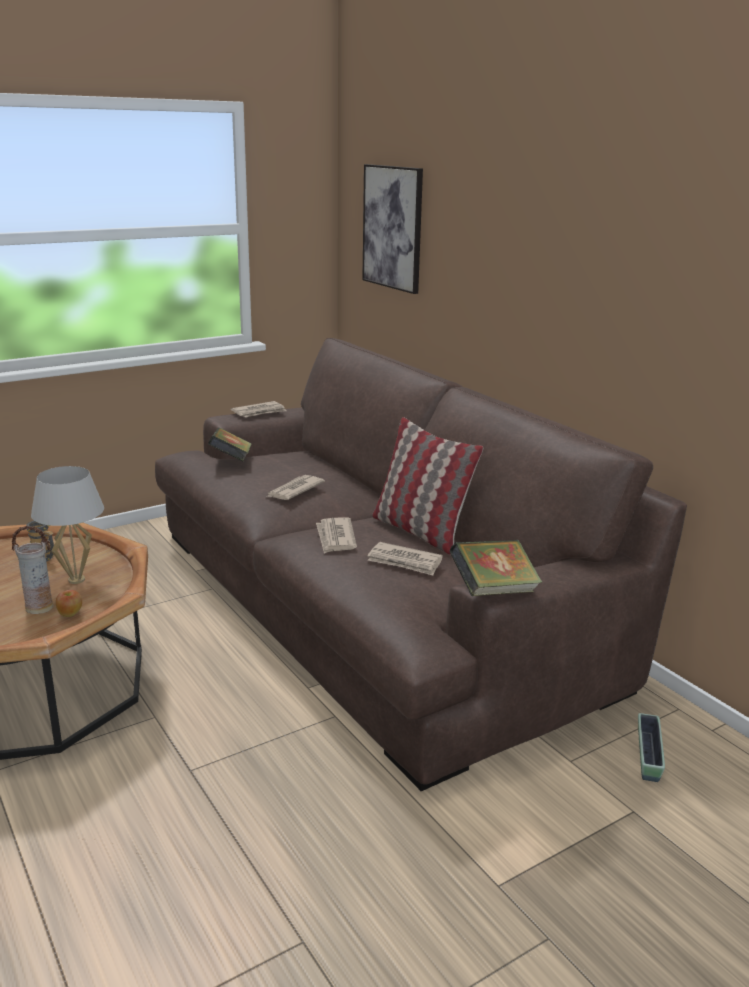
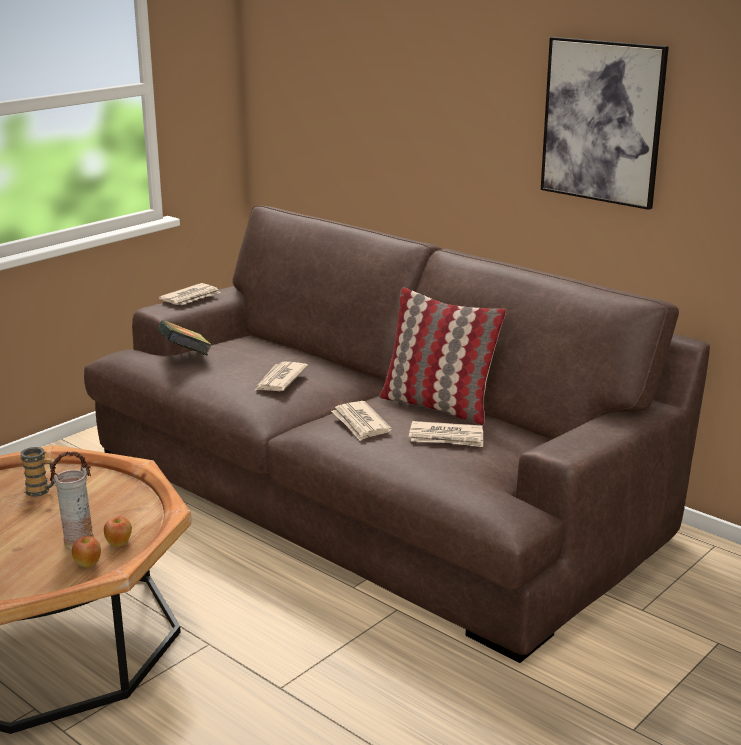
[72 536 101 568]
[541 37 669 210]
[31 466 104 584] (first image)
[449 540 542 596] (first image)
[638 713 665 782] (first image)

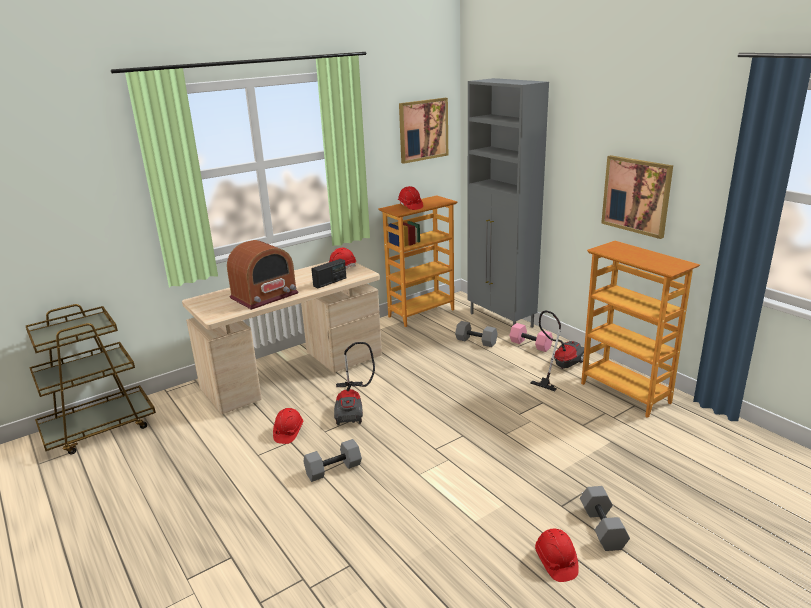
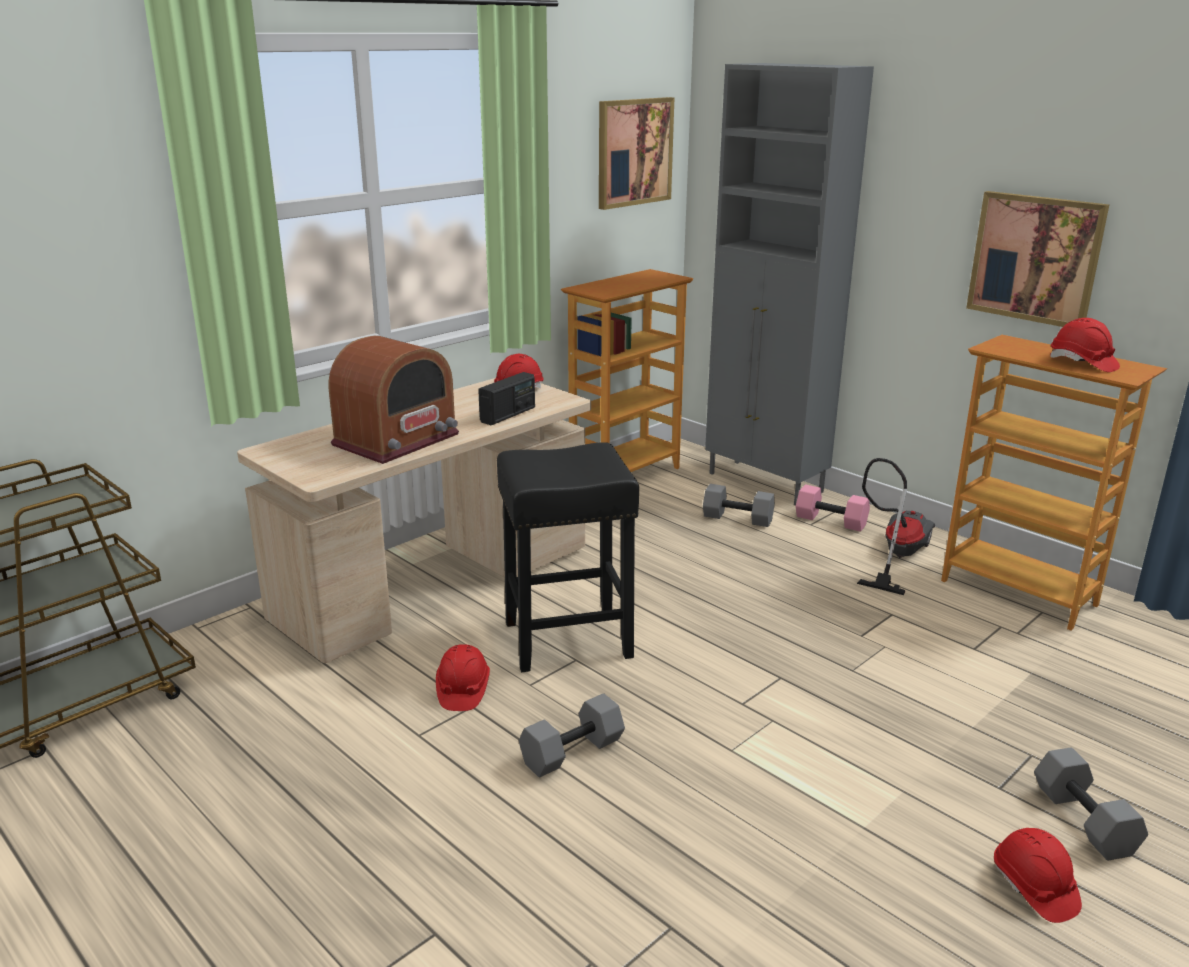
[497 442 639 672]
[1050 318 1120 372]

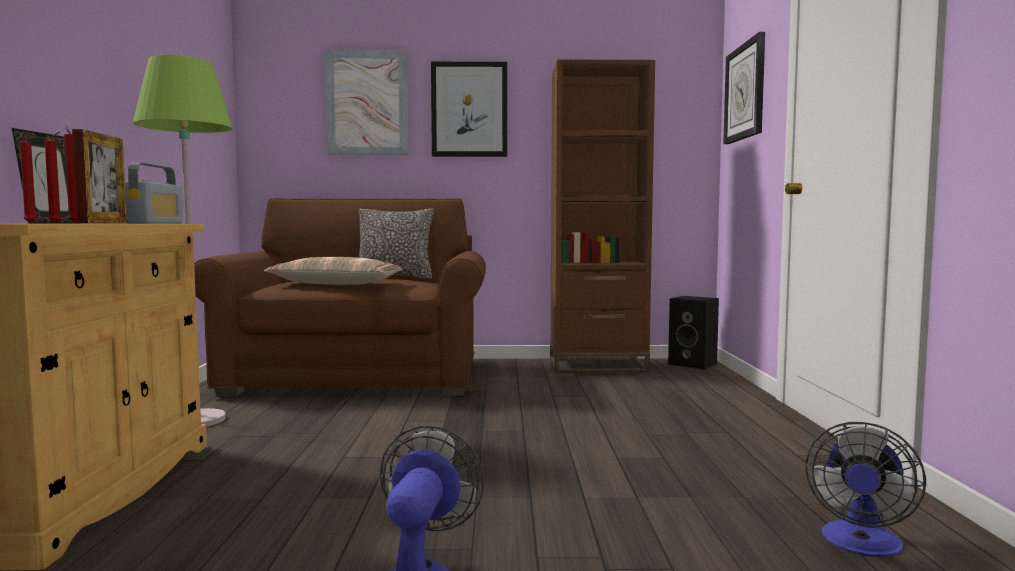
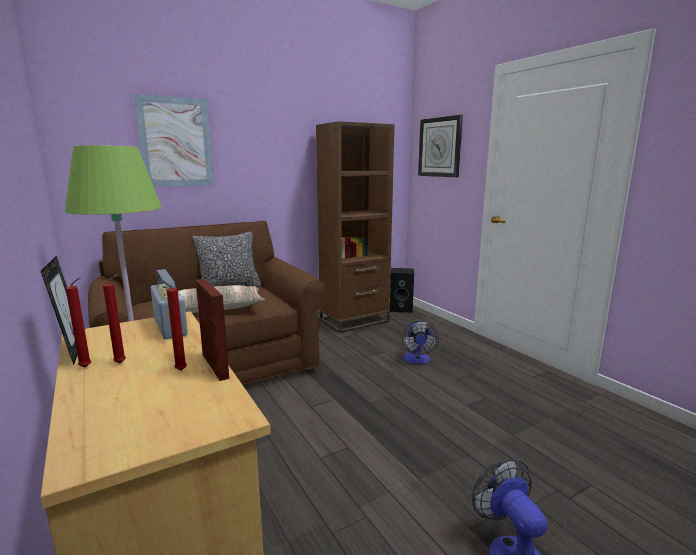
[402 321 439 364]
[431 62 507 157] (first image)

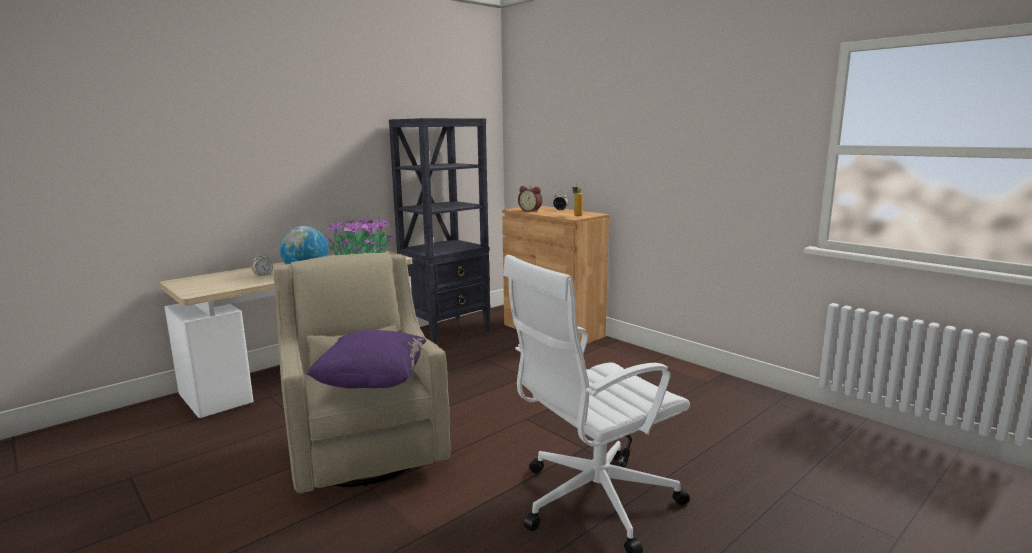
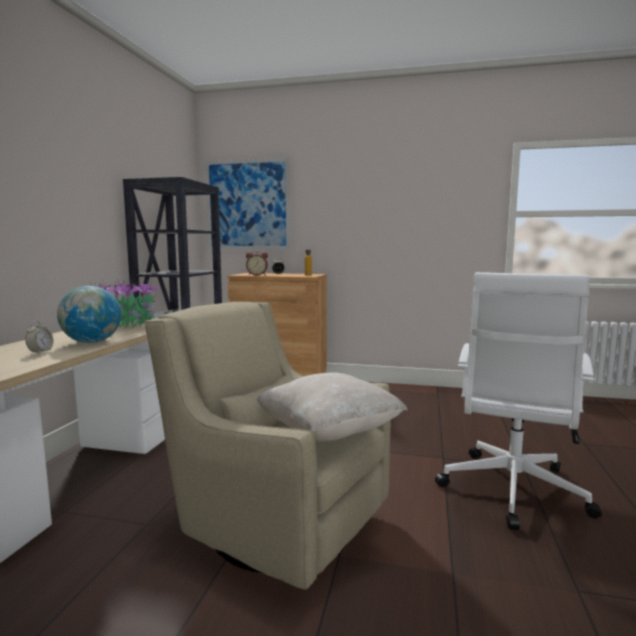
[206 158 290 249]
[257 372 407 442]

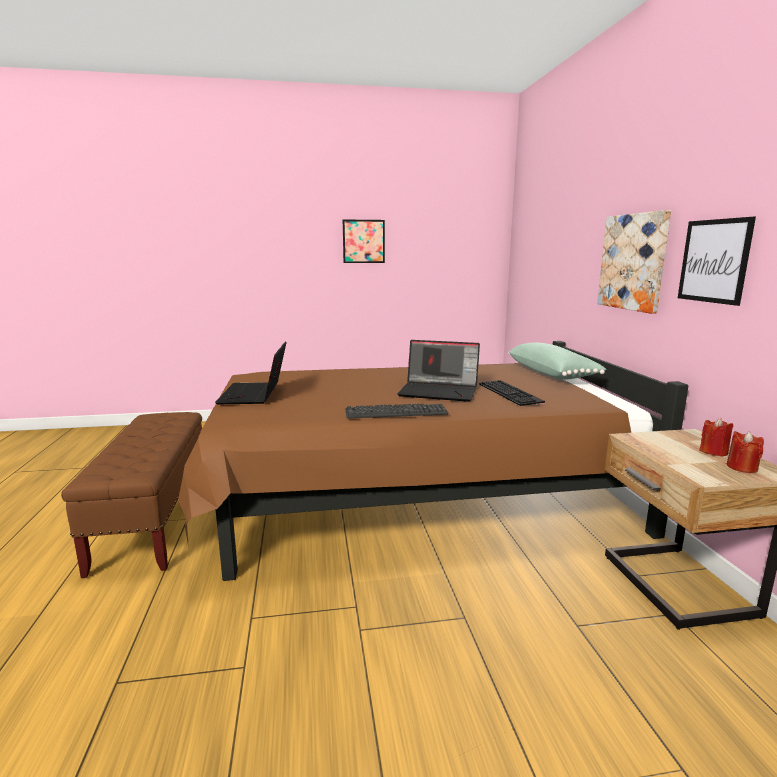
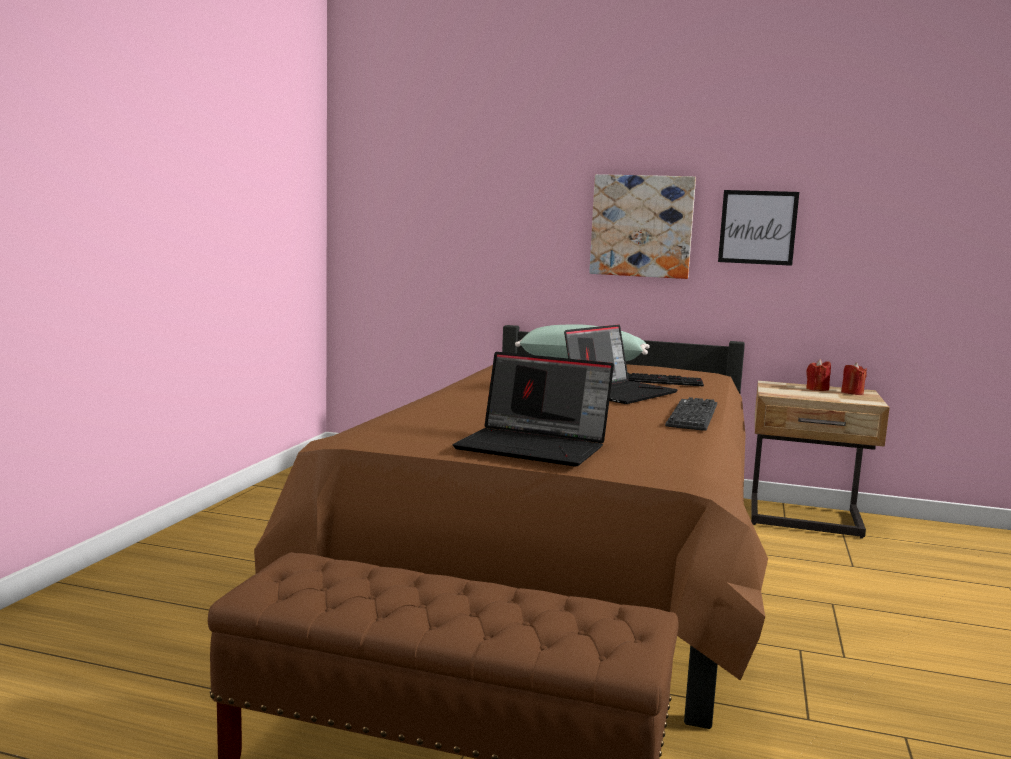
[343 220 385 263] (first image)

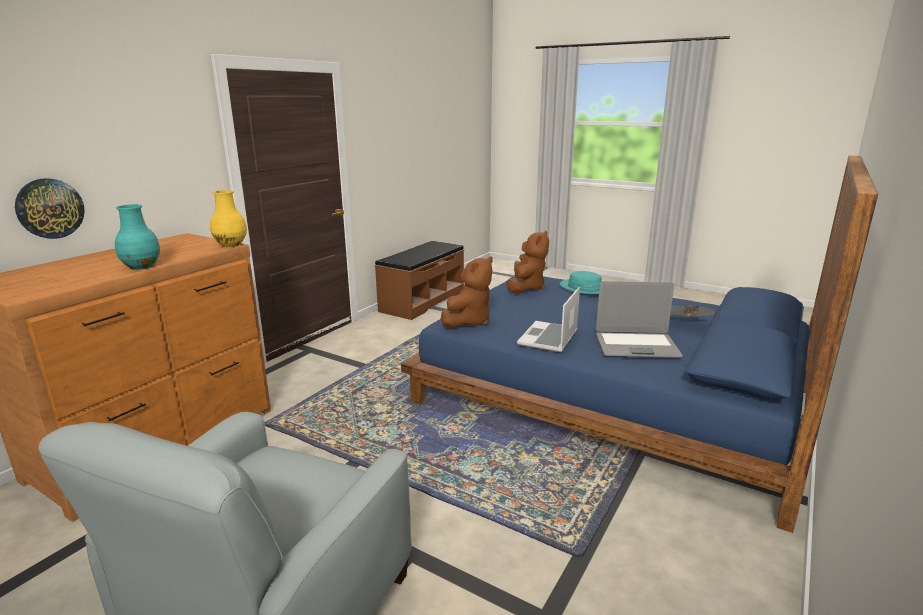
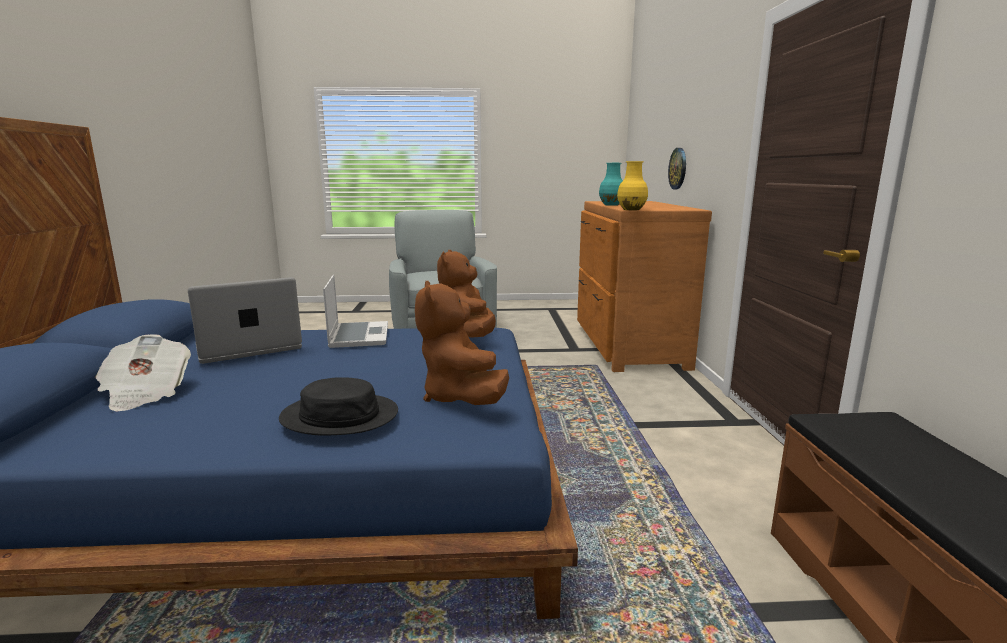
[279 377 398 436]

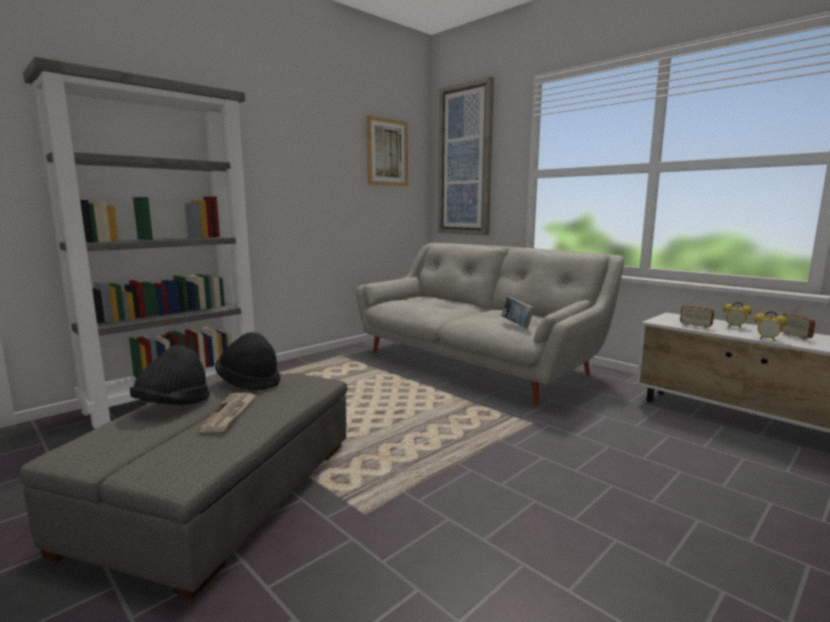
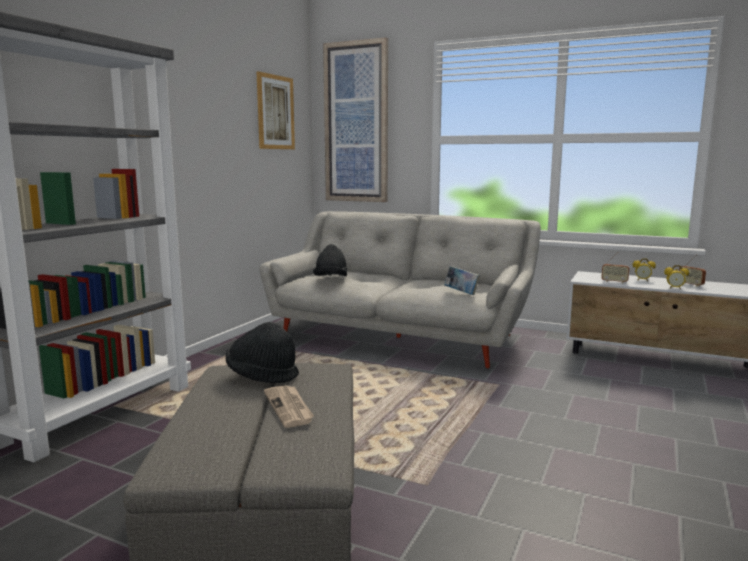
[313 244 347 276]

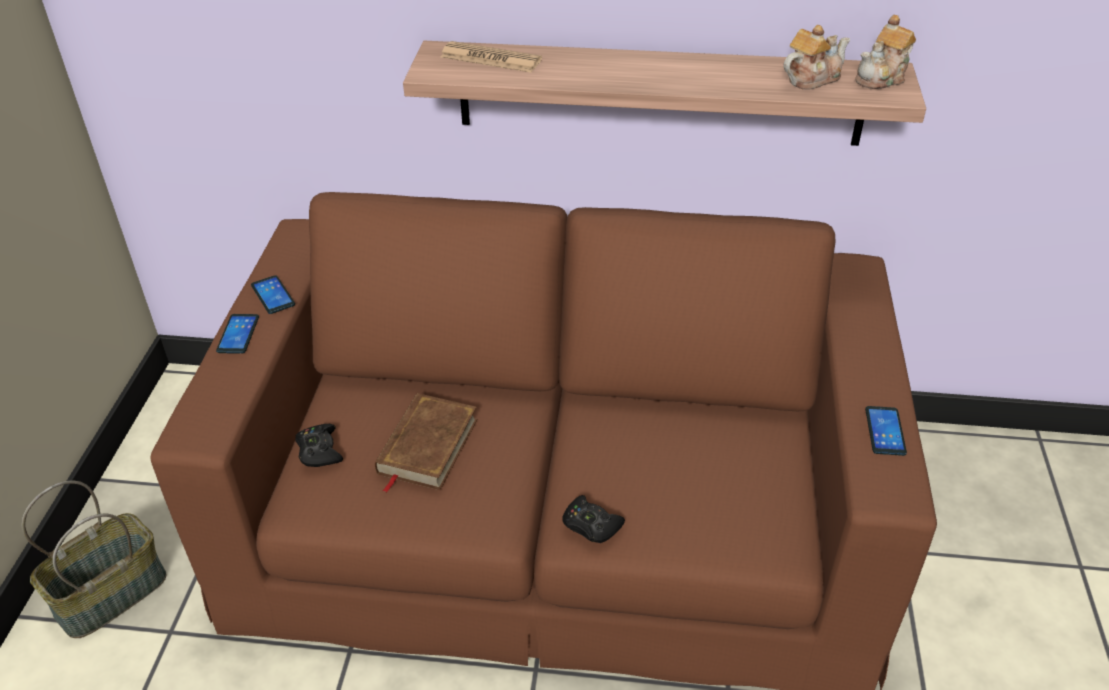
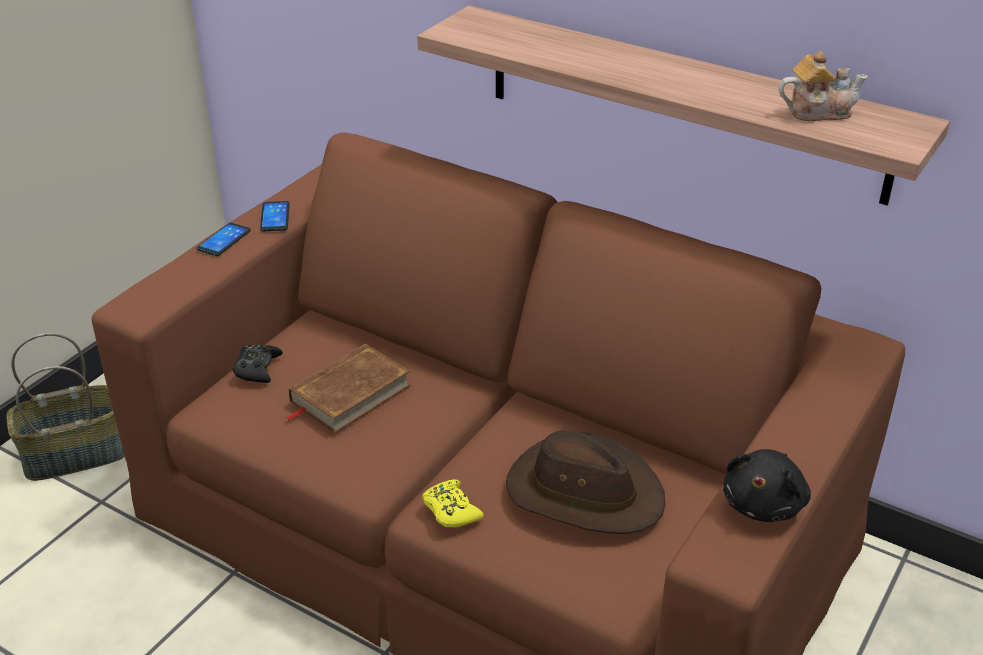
[422 479 484 527]
[506 430 665 534]
[723 449 811 522]
[441 41 542 73] (first image)
[855 15 916 89] (first image)

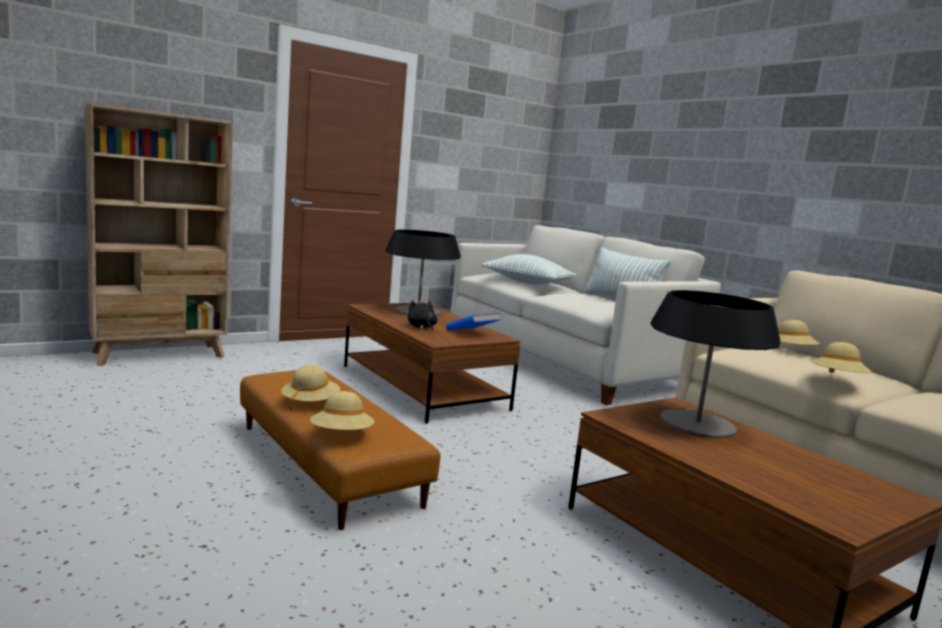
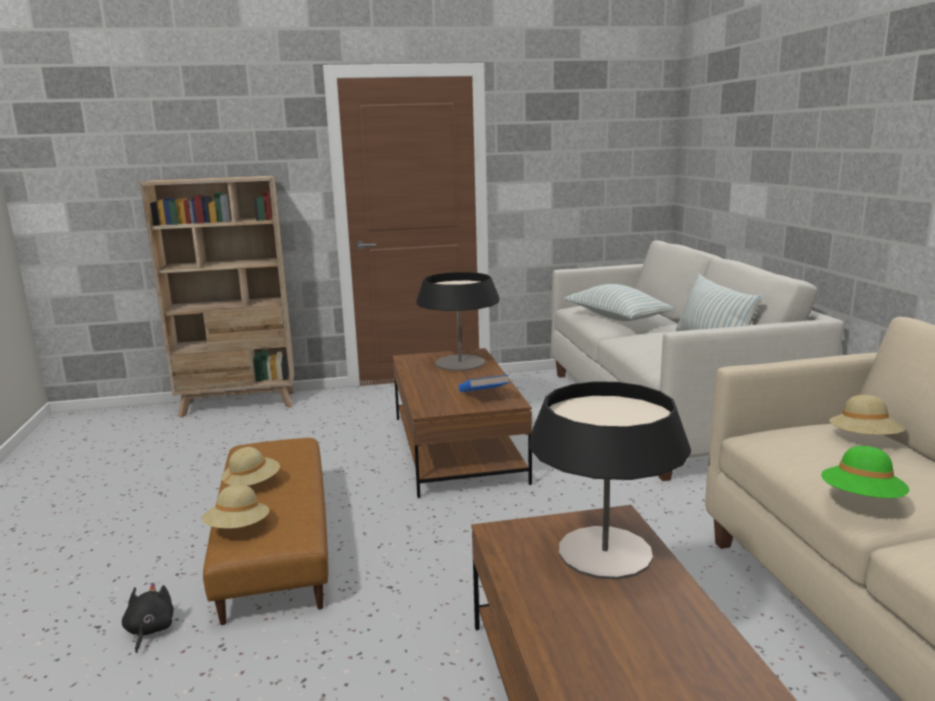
[122 583 174 653]
[821 446 909 498]

